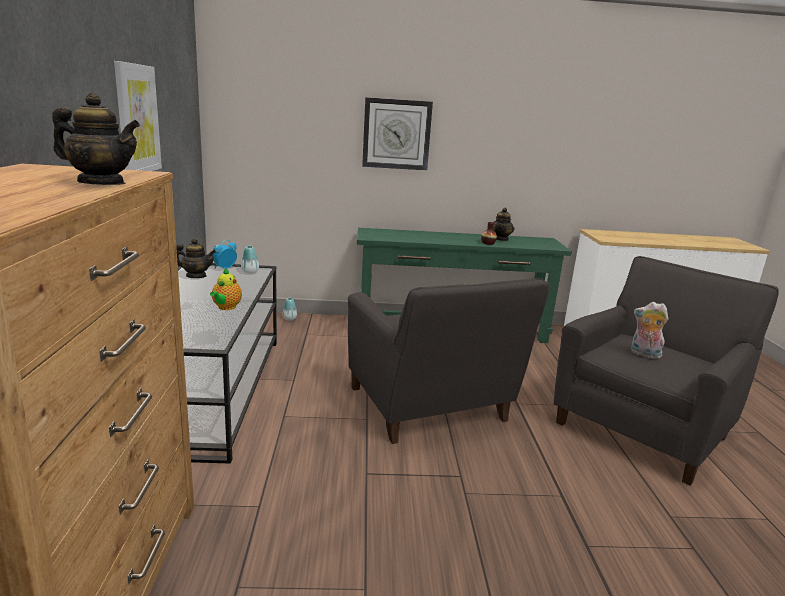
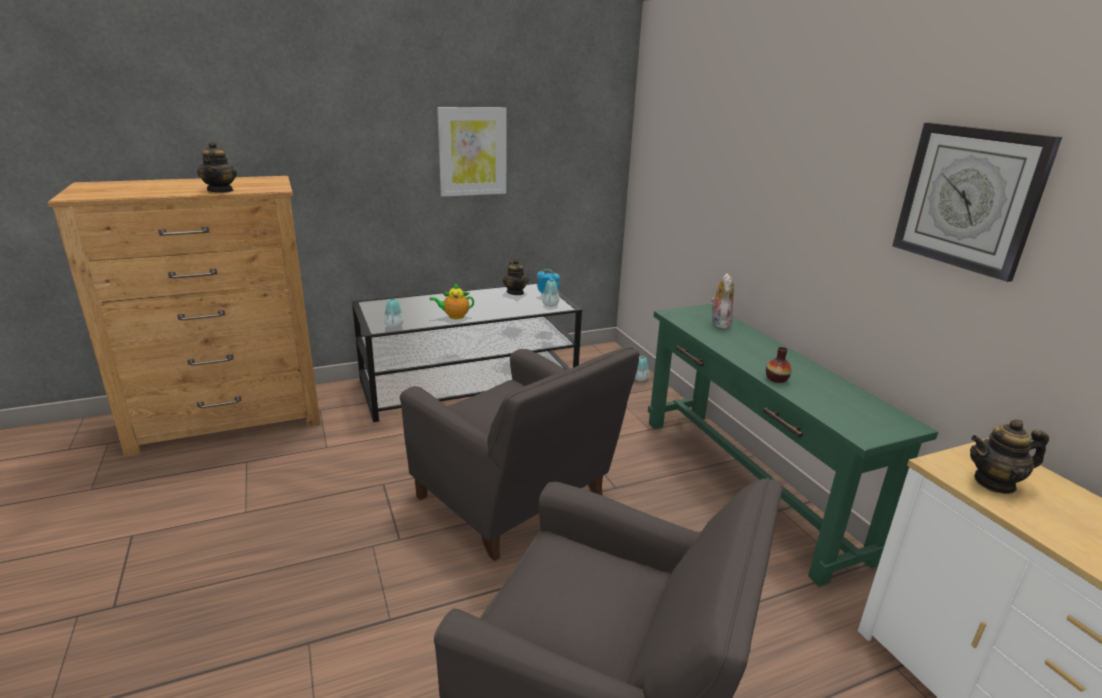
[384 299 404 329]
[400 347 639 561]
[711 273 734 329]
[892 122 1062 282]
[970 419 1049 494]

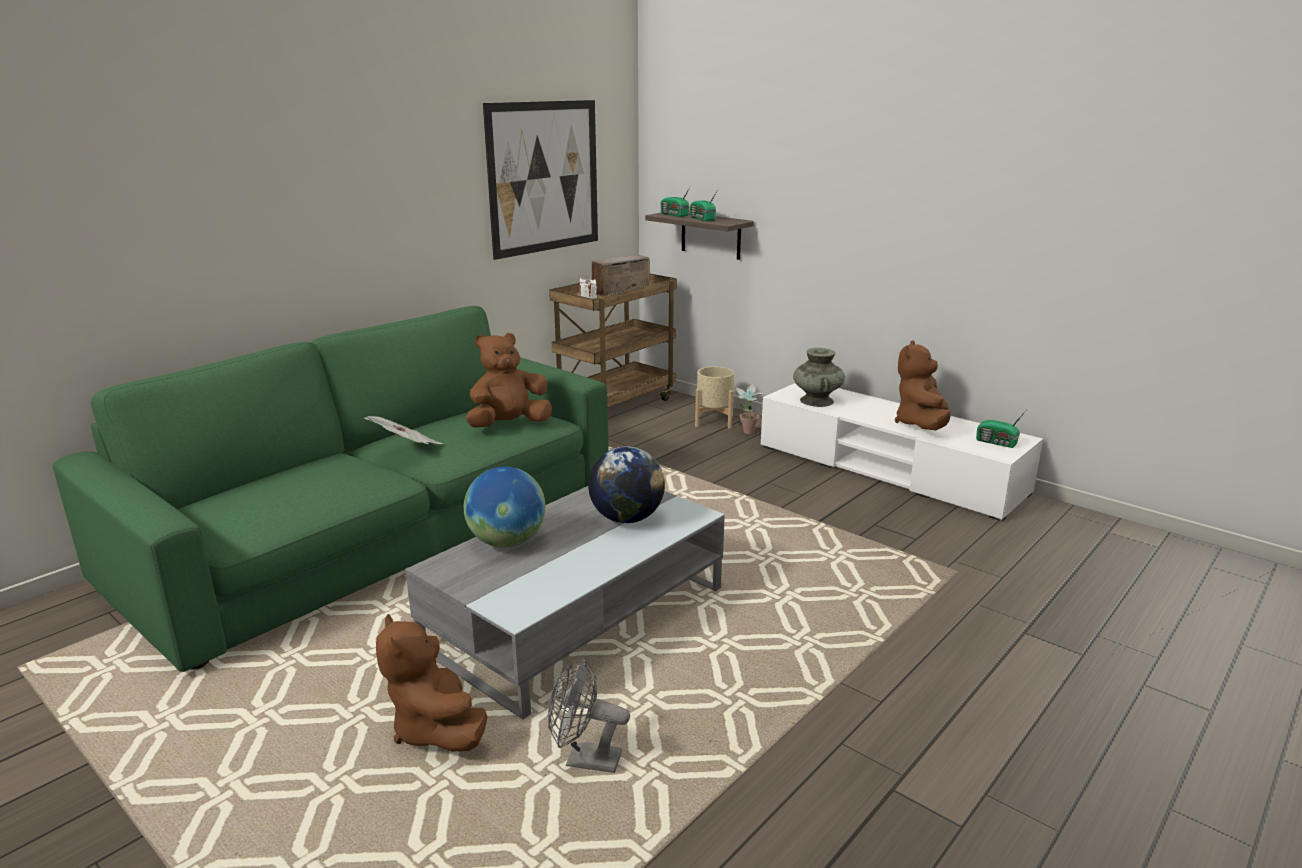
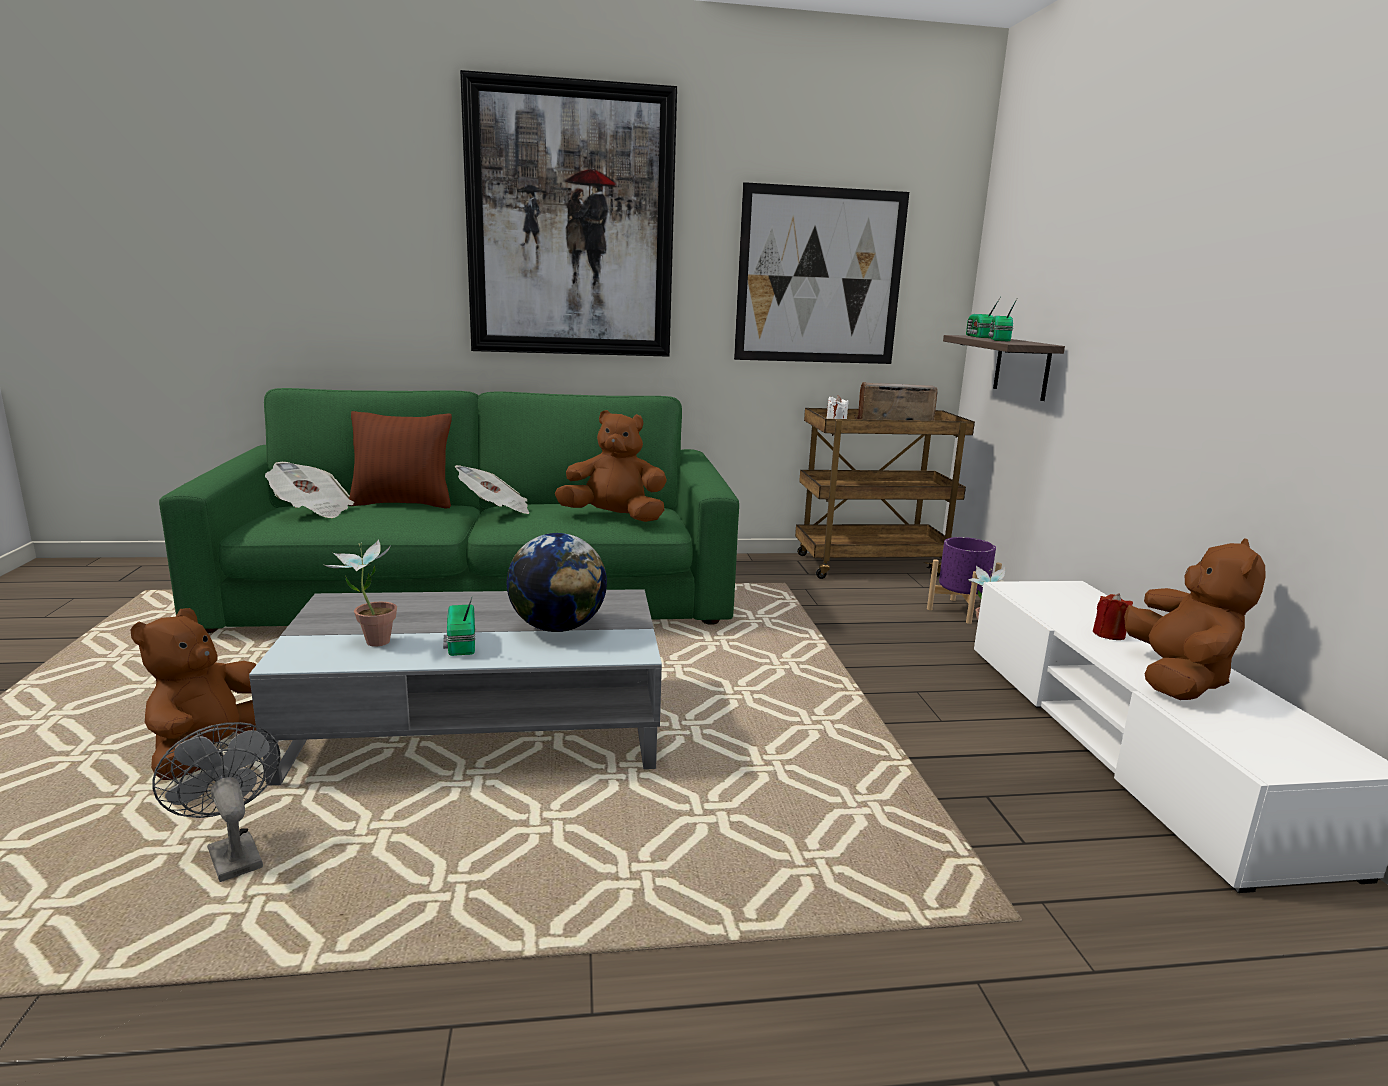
[265 462 354 518]
[322 539 397 647]
[348 411 452 509]
[443 597 475 656]
[460 70 677 357]
[927 537 1002 624]
[1093 593 1133 640]
[1124 538 1266 700]
[464 467 545 548] (first image)
[793 348 845 407] (first image)

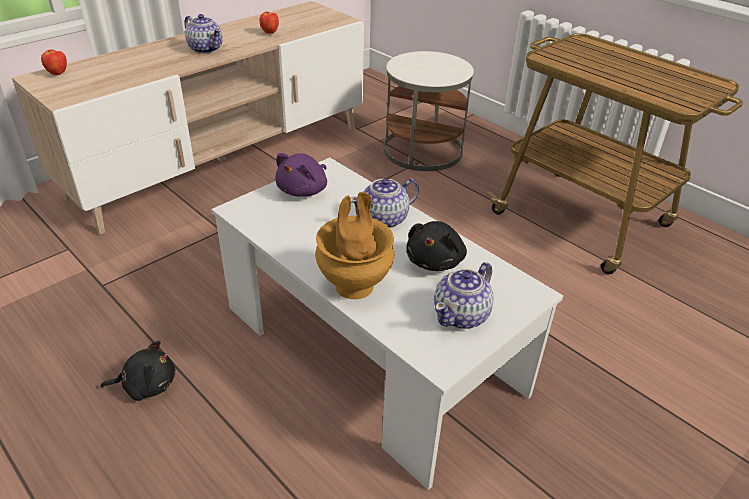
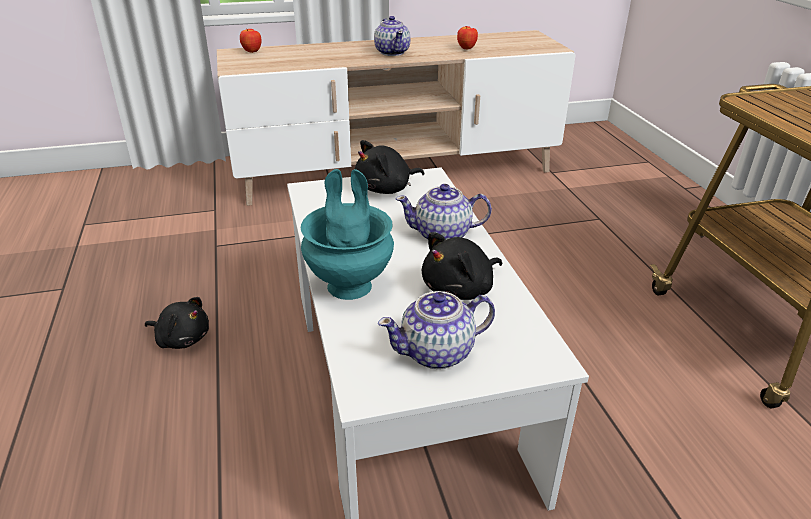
[301 169 394 300]
[355 140 424 194]
[384 51 474 171] (first image)

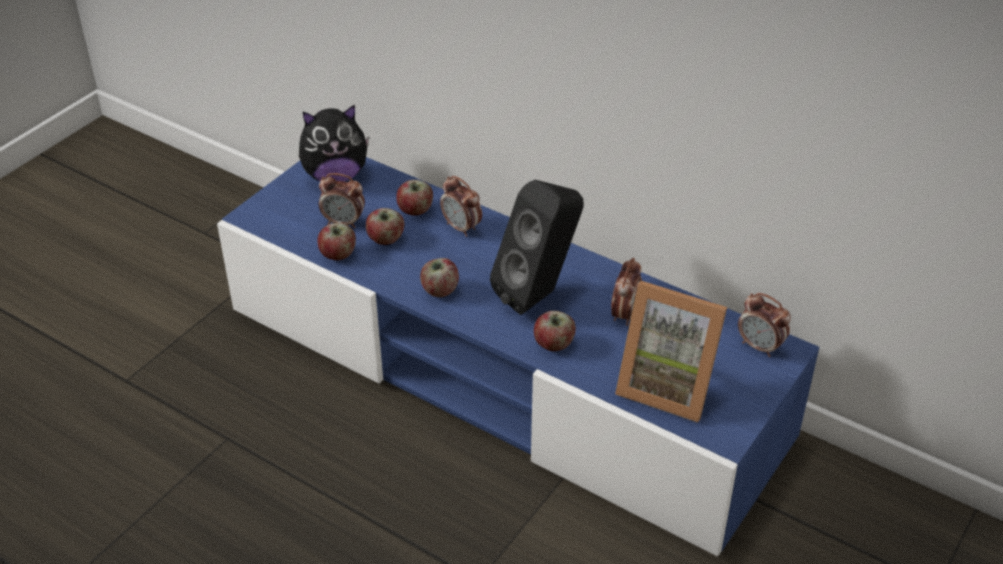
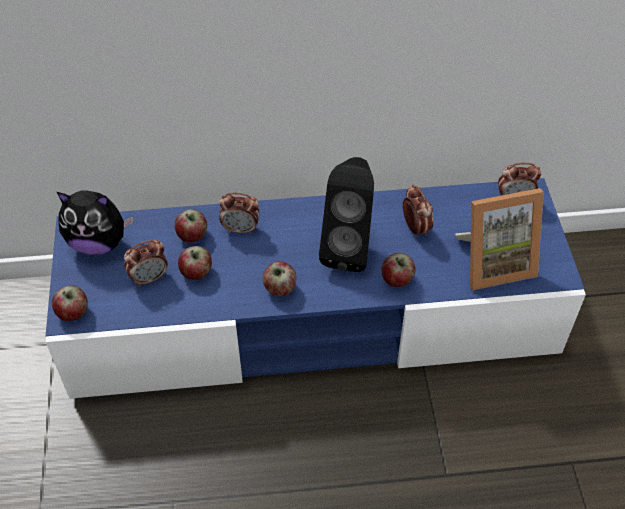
[52 285 88 321]
[57 190 134 255]

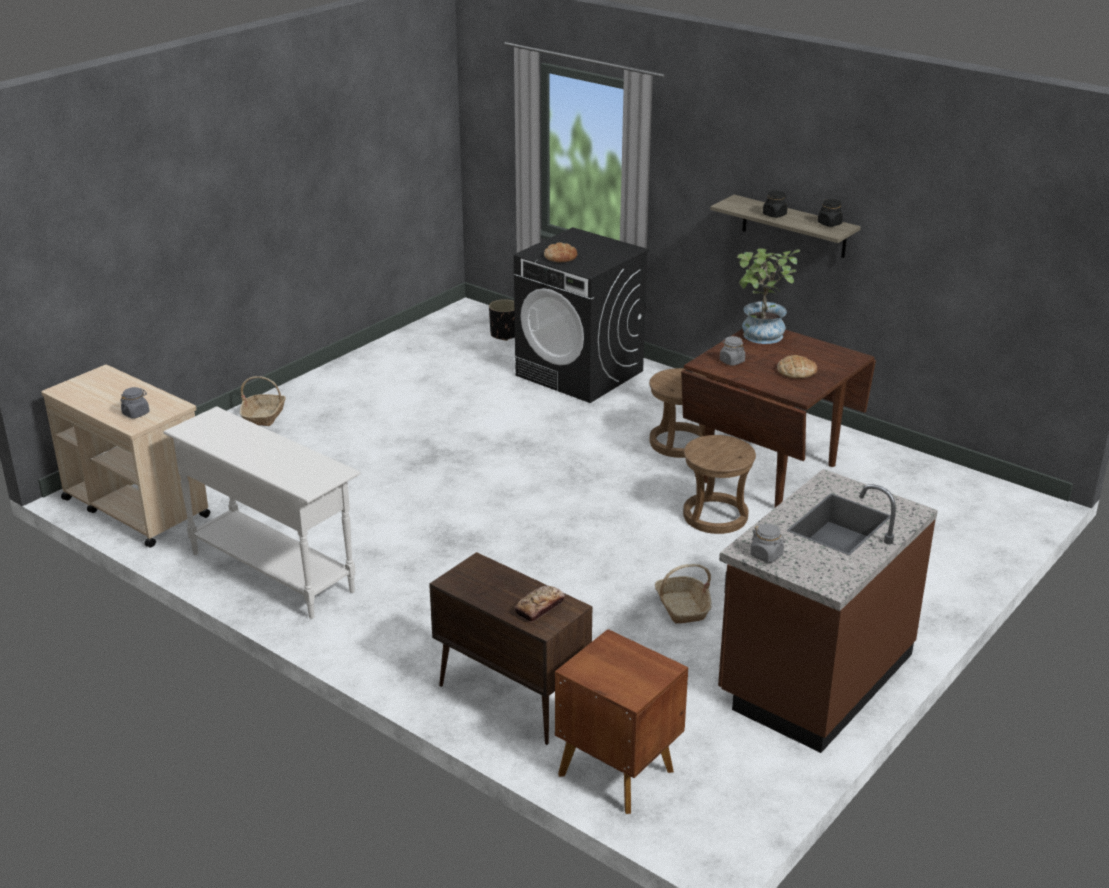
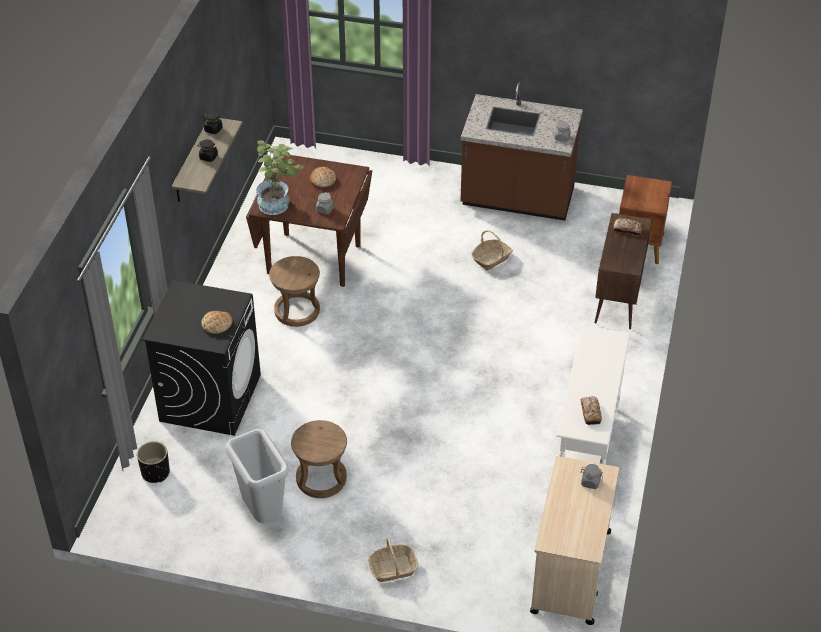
[225 429 289 523]
[291 420 347 498]
[581 396 602 425]

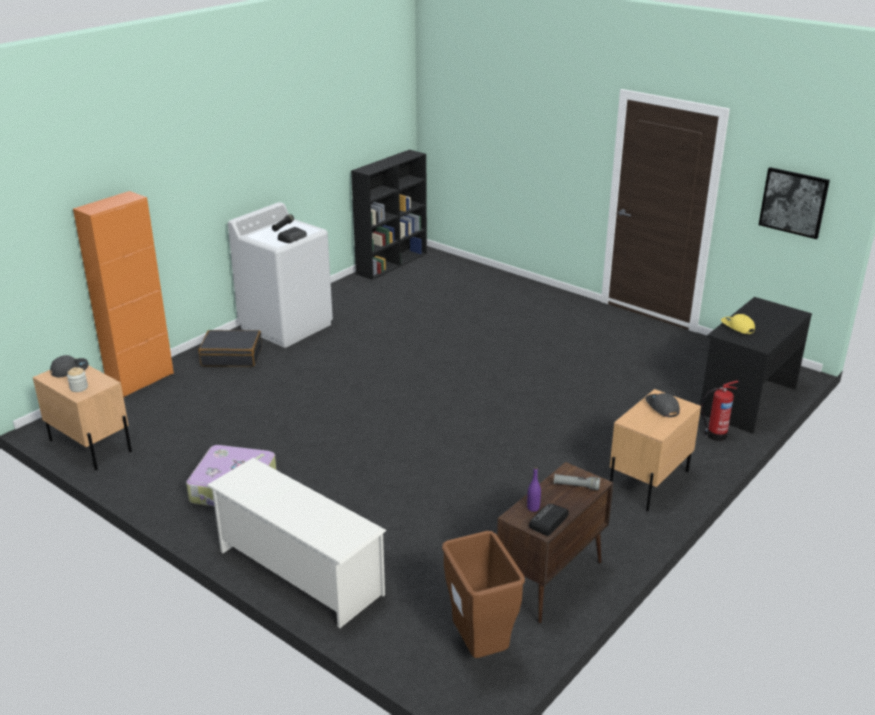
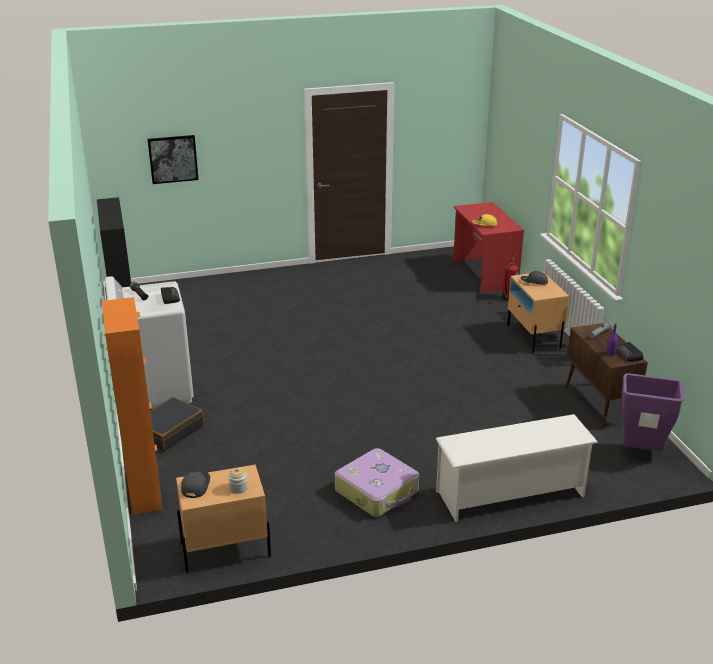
[148 135 198 184]
[453 202 524 293]
[622 373 684 451]

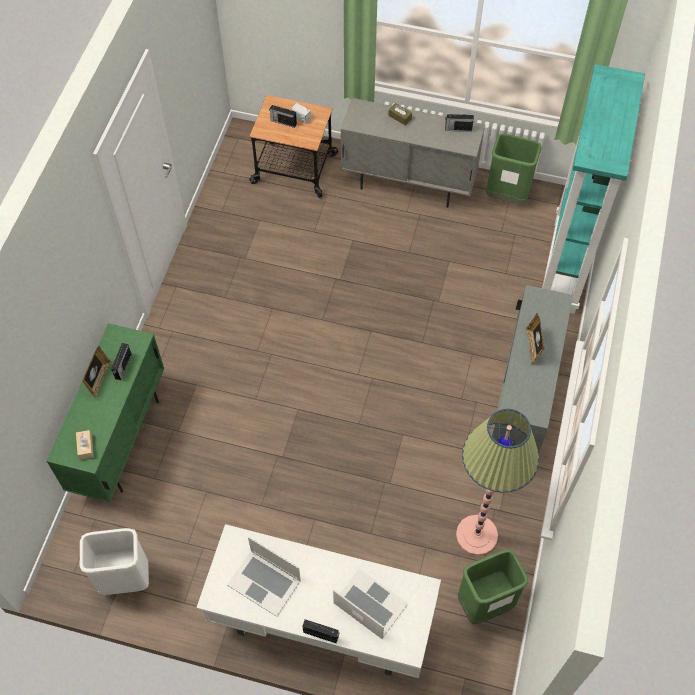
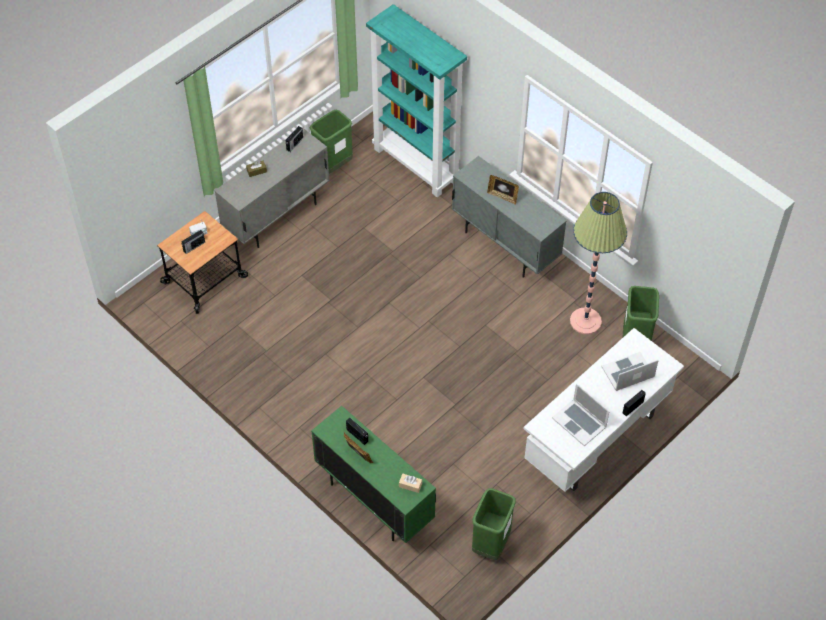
[472 488 516 560]
[552 384 610 446]

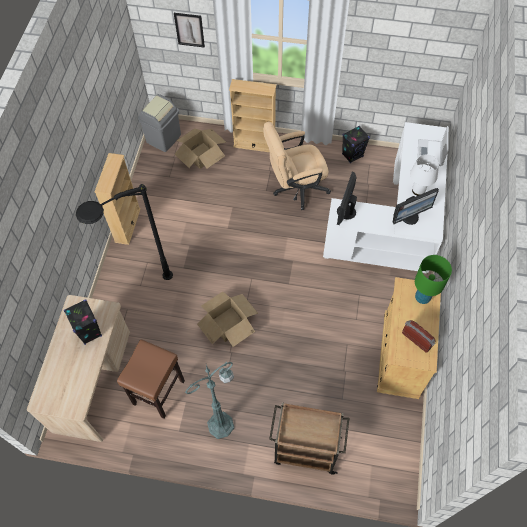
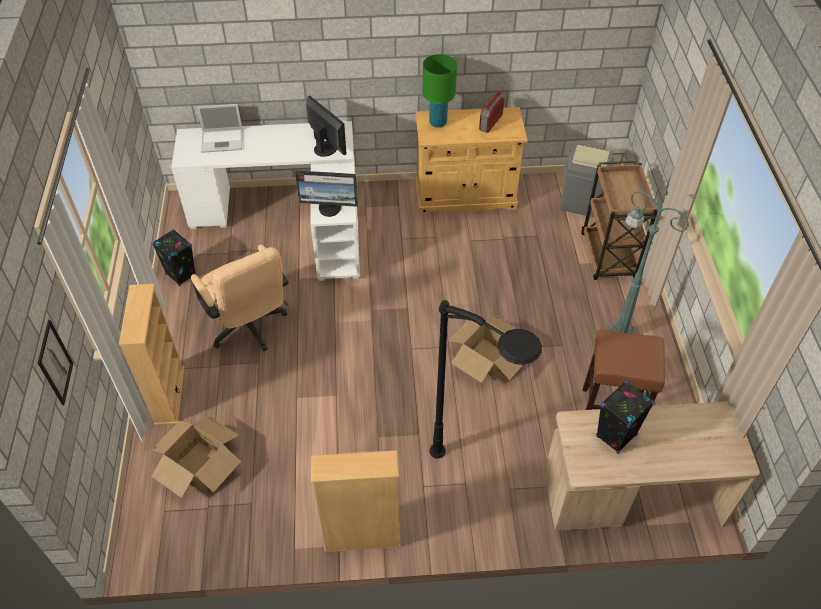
[560 144 614 217]
[410 154 439 196] (first image)

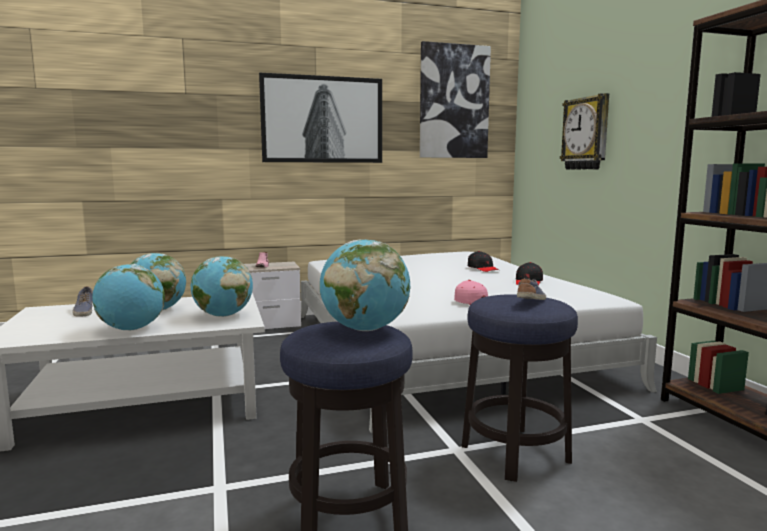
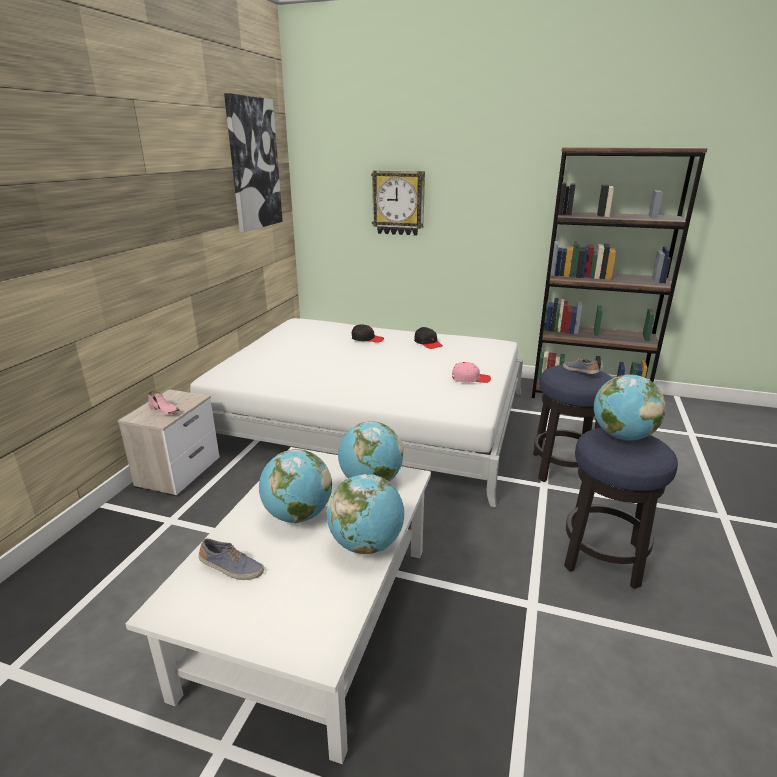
[259 73 382 163] (first image)

